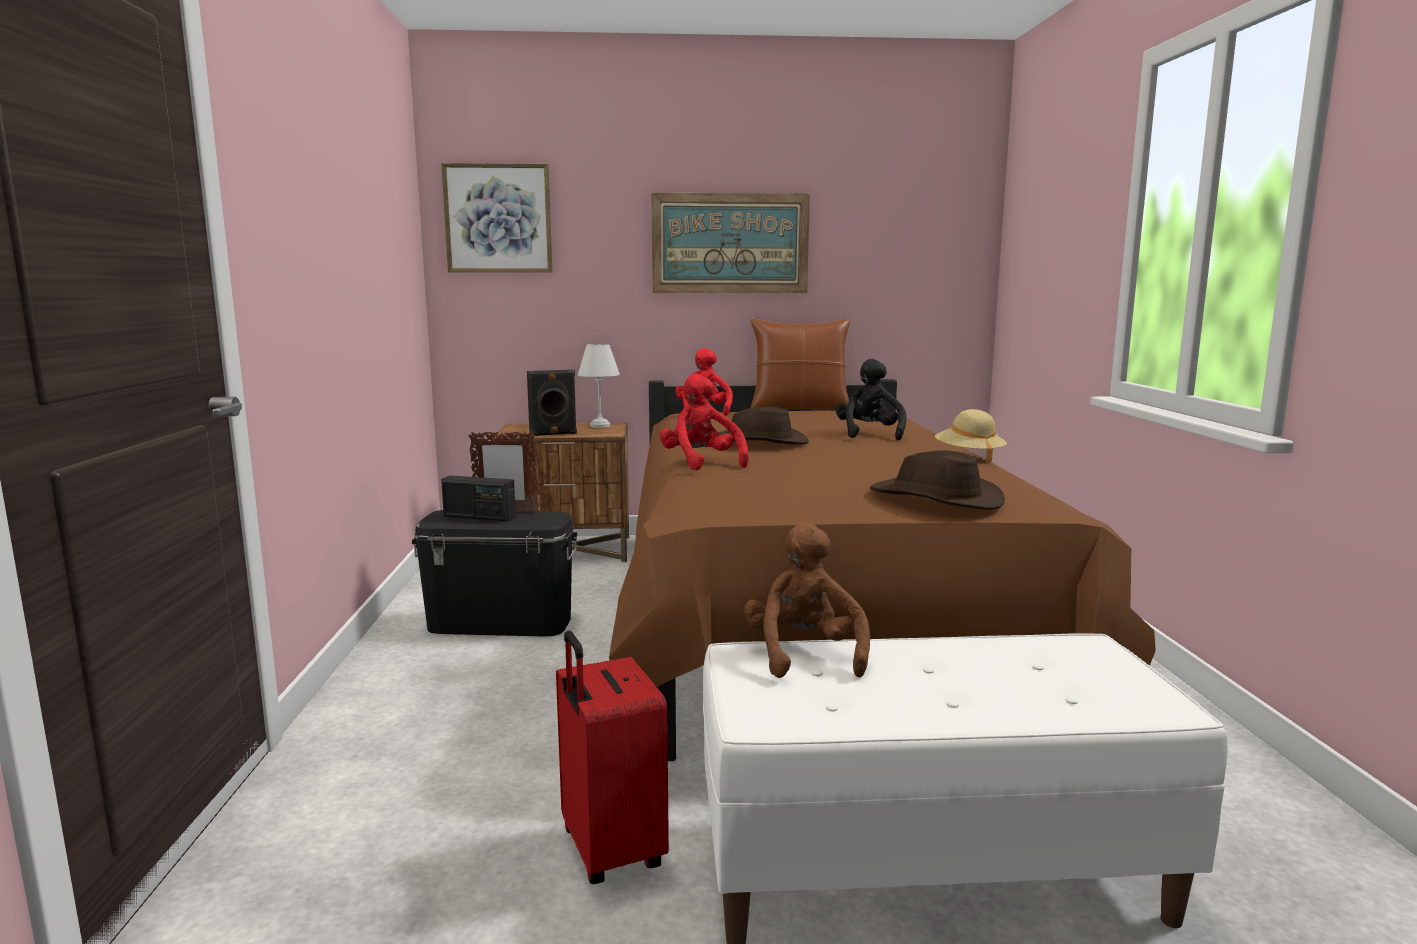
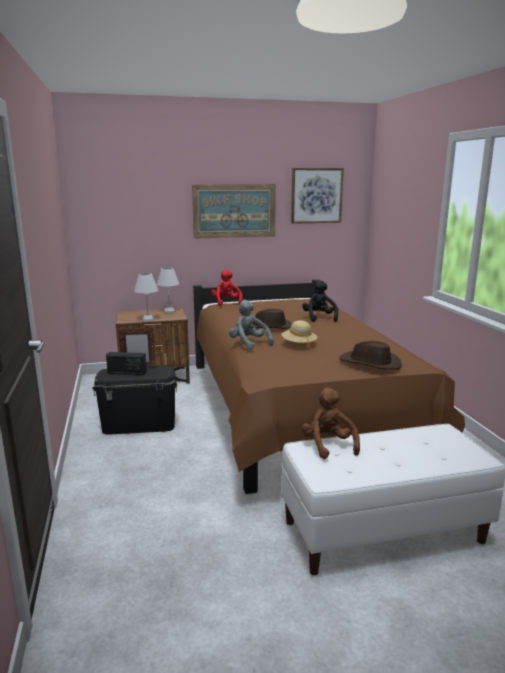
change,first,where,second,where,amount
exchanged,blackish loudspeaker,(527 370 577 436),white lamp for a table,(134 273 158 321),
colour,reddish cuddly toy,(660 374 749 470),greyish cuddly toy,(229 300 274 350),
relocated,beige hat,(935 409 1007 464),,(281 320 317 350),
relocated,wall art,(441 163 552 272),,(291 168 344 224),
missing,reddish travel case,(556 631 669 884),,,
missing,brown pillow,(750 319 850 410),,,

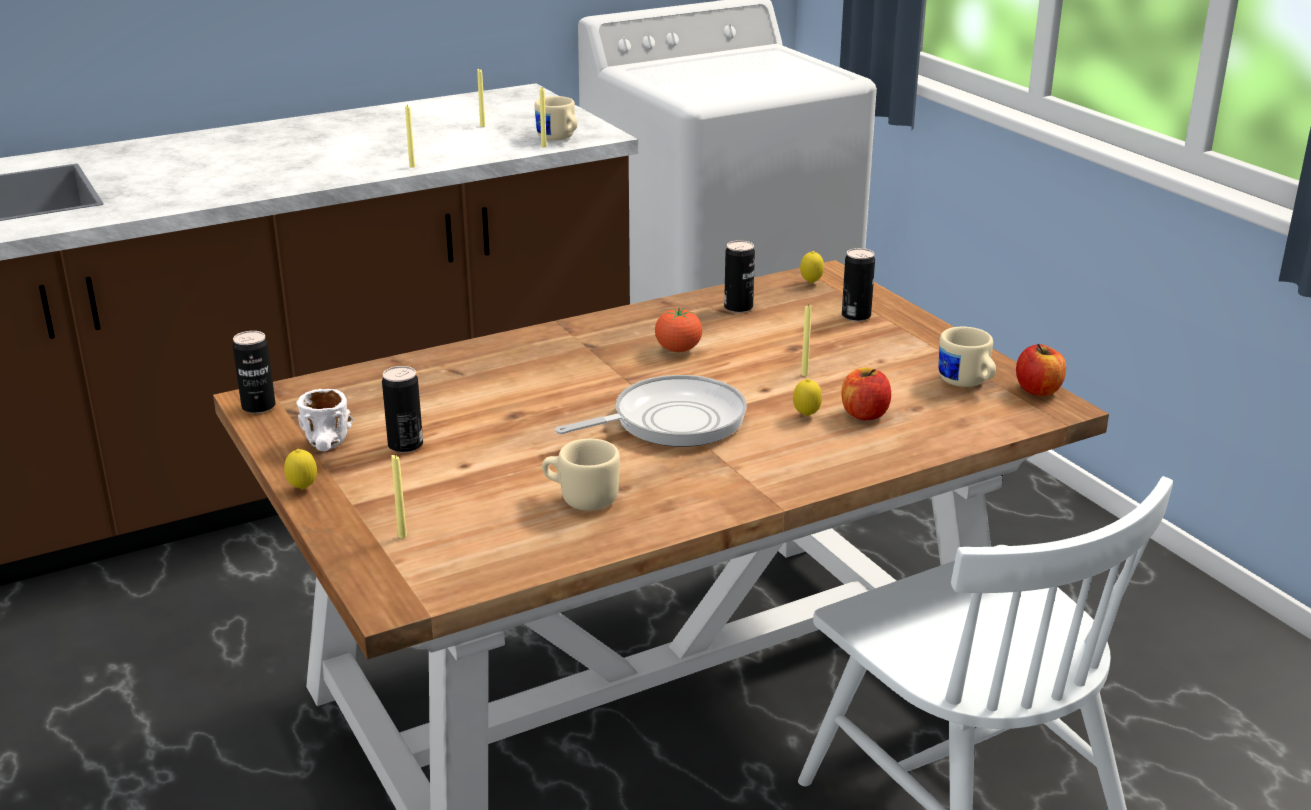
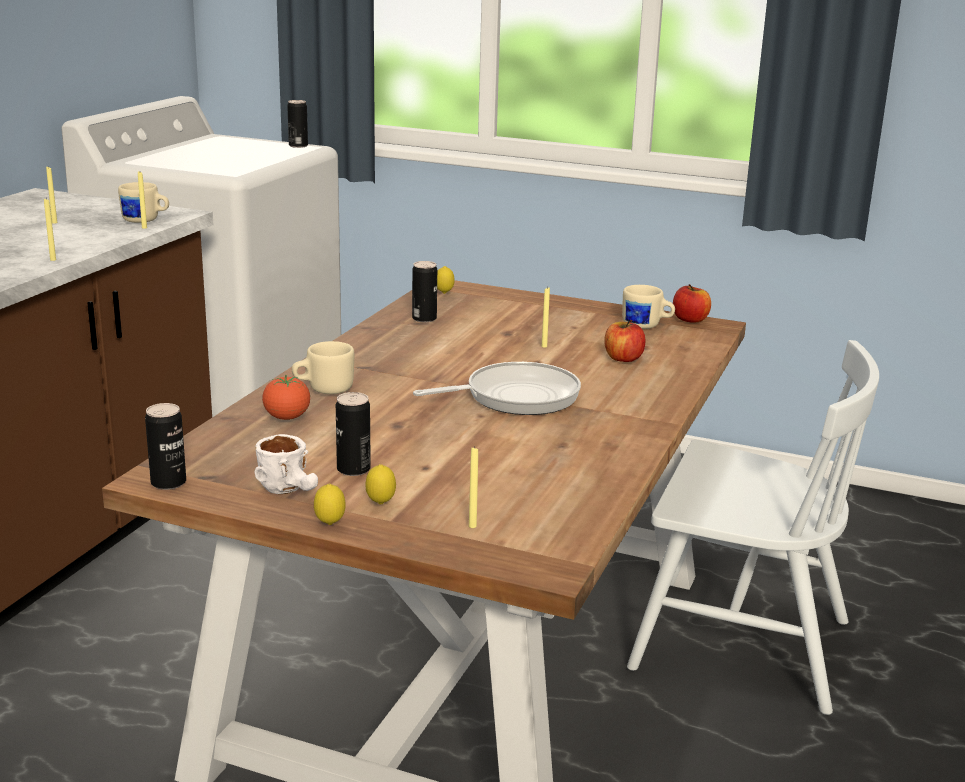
change,first,where,second,where,amount
relocated,fresh tomato,(655 308 702 352),,(262 375 310 420),
relocated,sealed can,(842 248 875 321),,(287 100 308 148),
relocated,beige mug,(542 439 620 511),,(292 341 354 394),
relocated,citrus fruit,(793 379 822 417),,(365 464 396 504),
spun,frying pan,(555 375 747 447),,(413 362 581 415),45 degrees clockwise

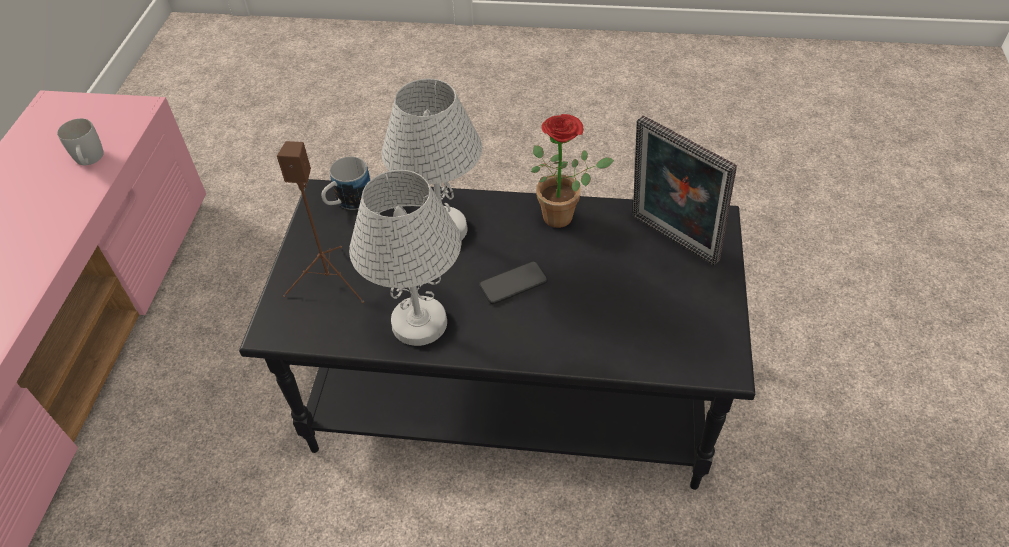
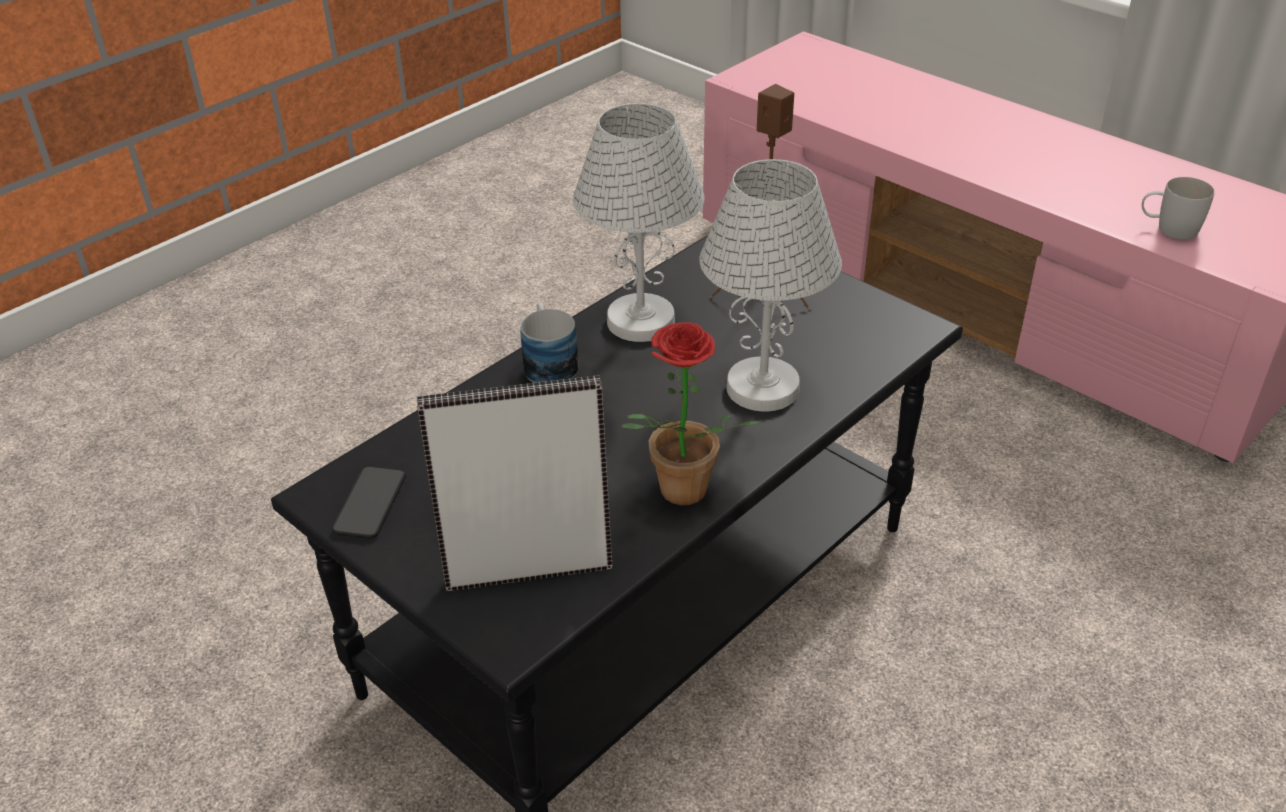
change,first,where,second,where,amount
relocated,handset,(479 261 548 304),,(332 466 406 539),
relocated,mug,(321 156 370 210),,(520 302 578 383),

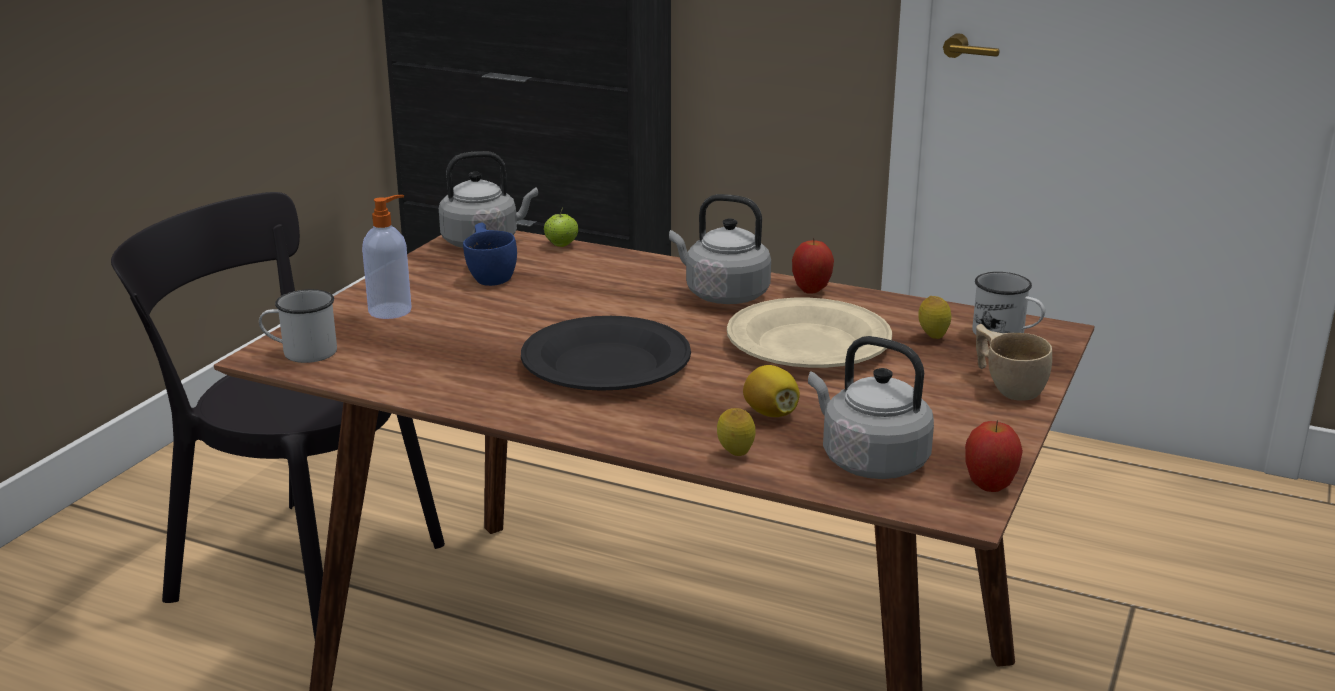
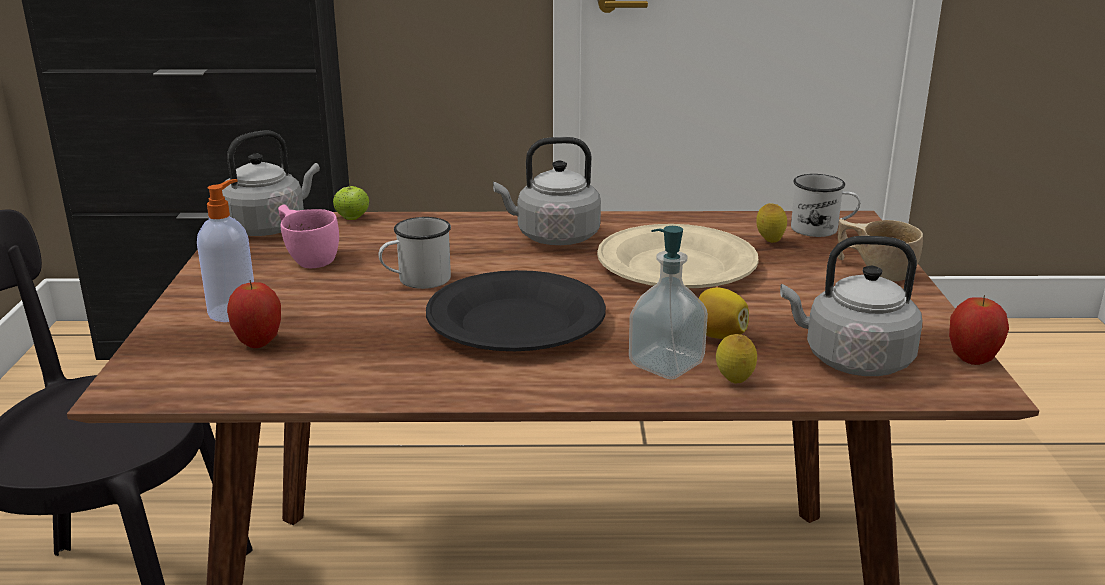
change,first,where,second,where,amount
relocated,apple fruit,(792 238 834 294),,(227 280 281 348),
colour,blue small cup,(463 223 517 286),pink-coloured small cup,(278 204 339 268),
relocated,white mug,(259 289 337 363),,(378 217 451 289),
appeared,,,liquid soap bottle,(629 226 708 379),

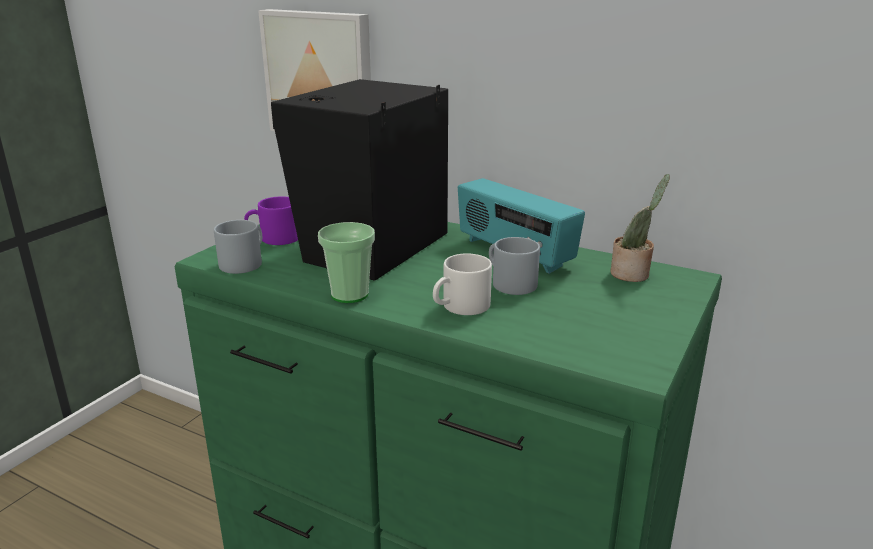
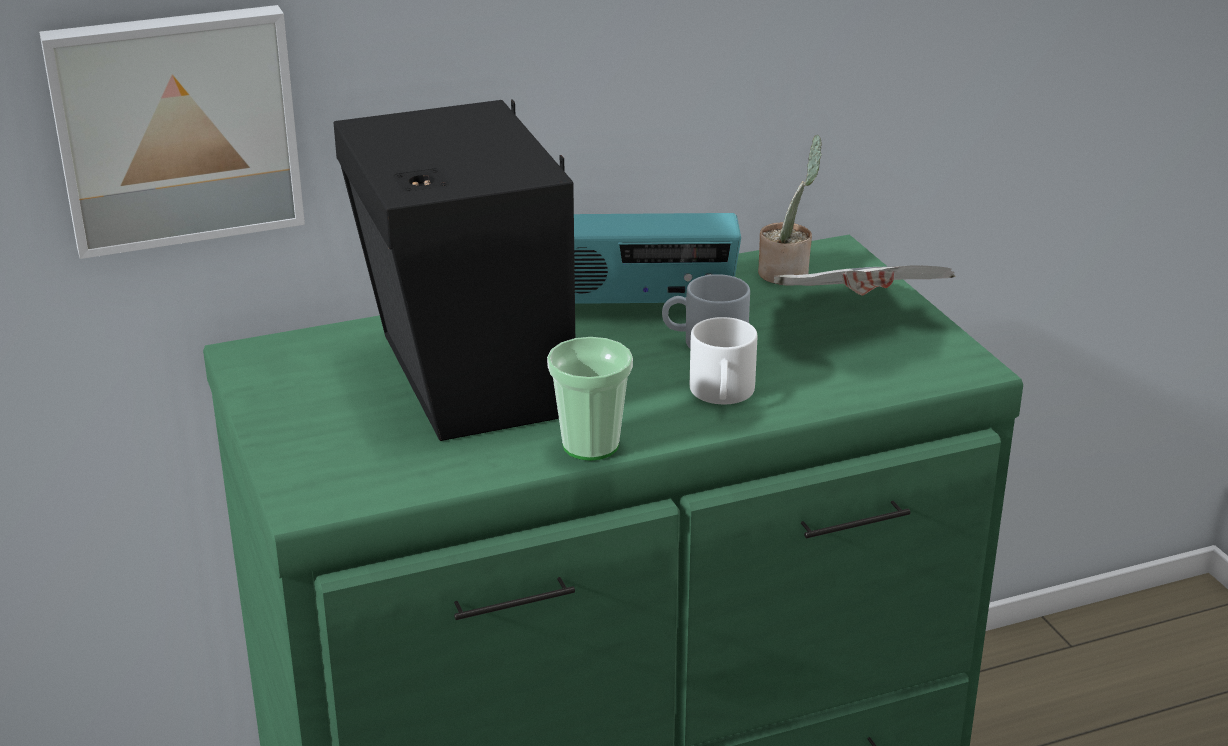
change,first,where,second,where,amount
appeared,,,daily paper,(774 265 956 296),
missing,greyish mug,(214 220 262 274),,,
missing,purplish mug,(244 196 298 245),,,

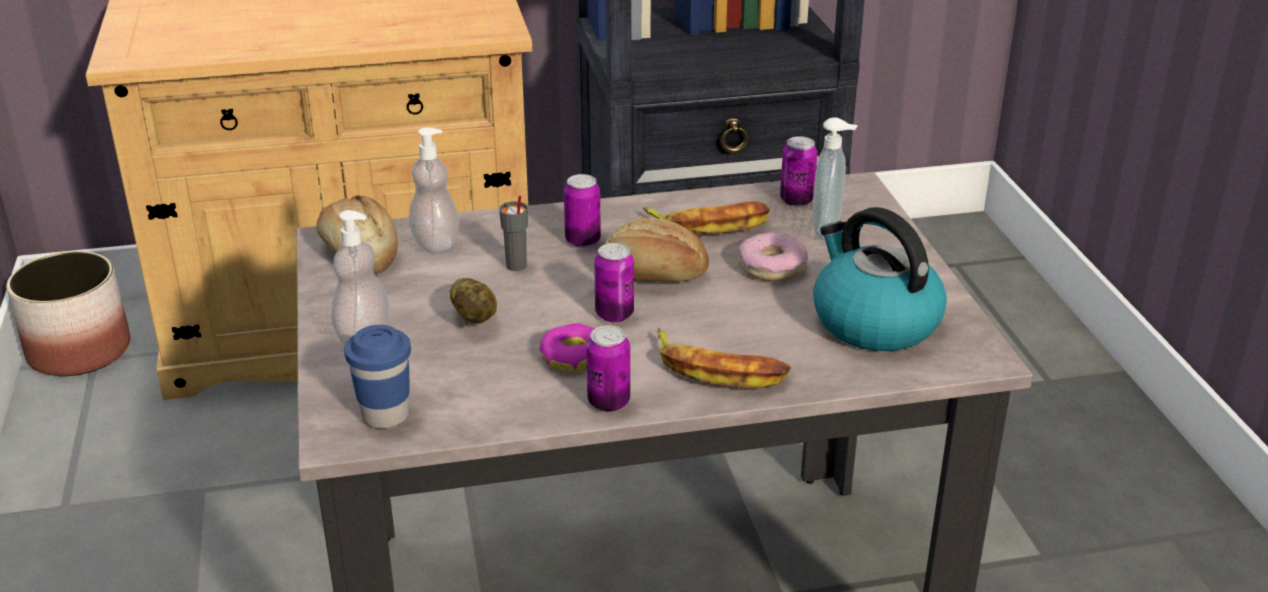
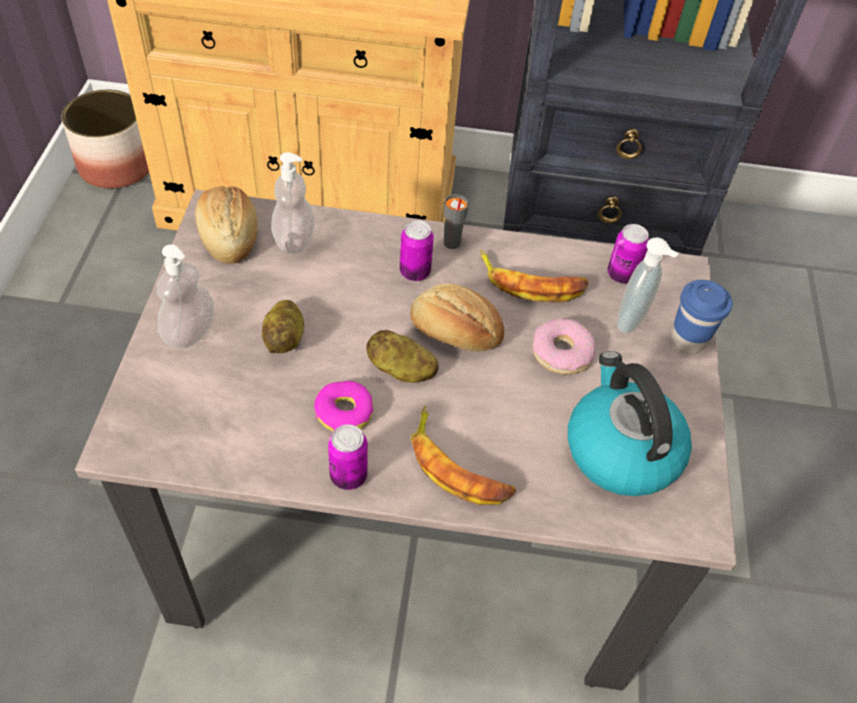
change,first,where,second,where,amount
exchanged,sealed can,(594 243 634 322),spud,(366 330 439 383),
relocated,greyish small cup,(499 196 528 271),,(444 194 469 249),
relocated,blue small cup,(344 325 411 429),,(671 280 733 353),

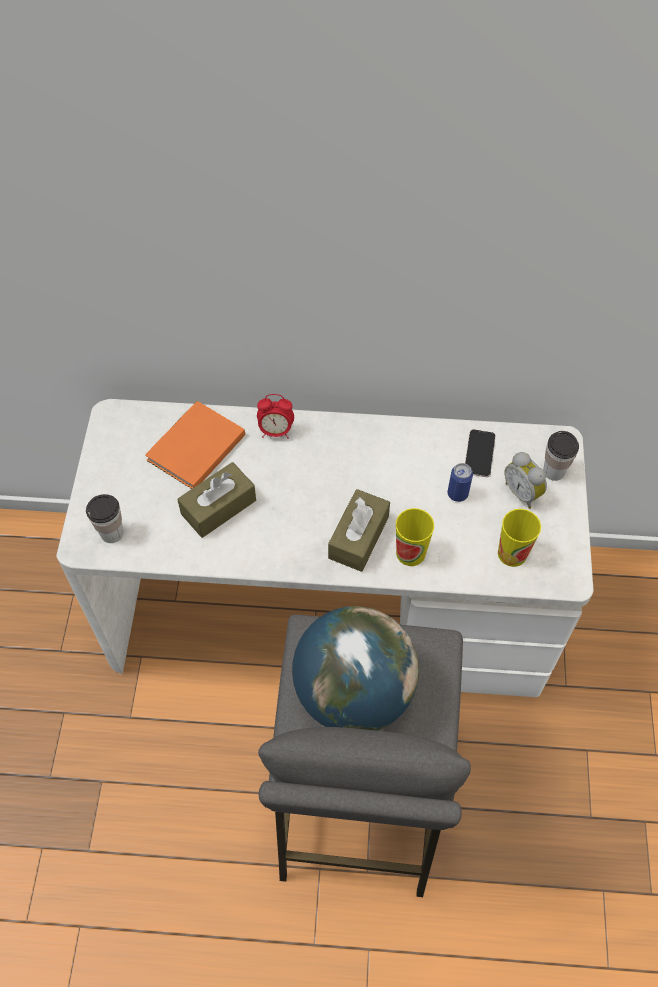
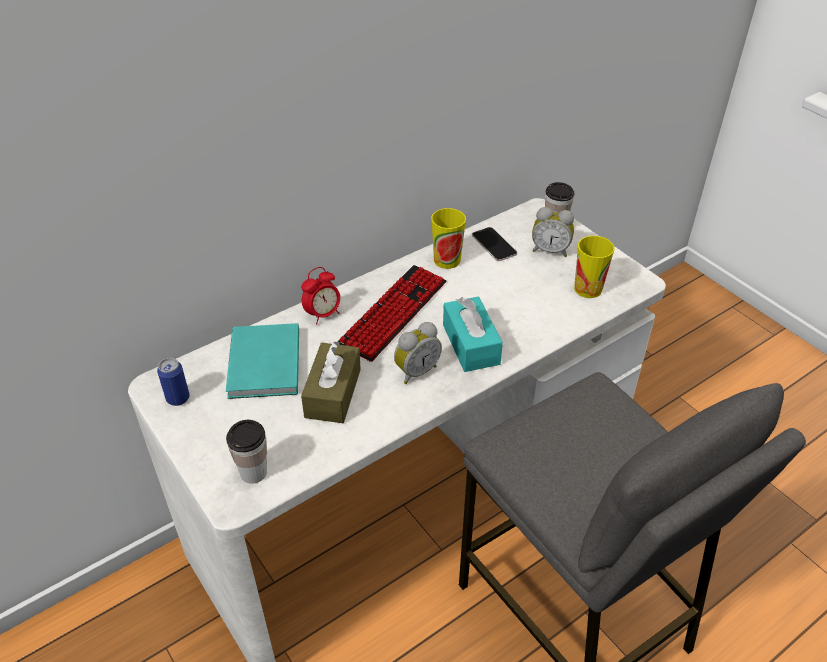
change,first,where,second,where,amount
relocated,sealed can,(448 463 473 502),,(157 358 190 406),
colour,orangey volume,(145 401 245 489),turquoise volume,(226 323 299 399),
appeared,,,keyboard,(337 265 446 362),
appeared,,,table clock,(394 322 442 384),
relocated,small cup,(396 508 434 566),,(431 208 466 269),
colour,brown box of tissues,(328 489 390 572),turquoise box of tissues,(443 296 503 372),
missing,globe,(292 606 419 731),,,

